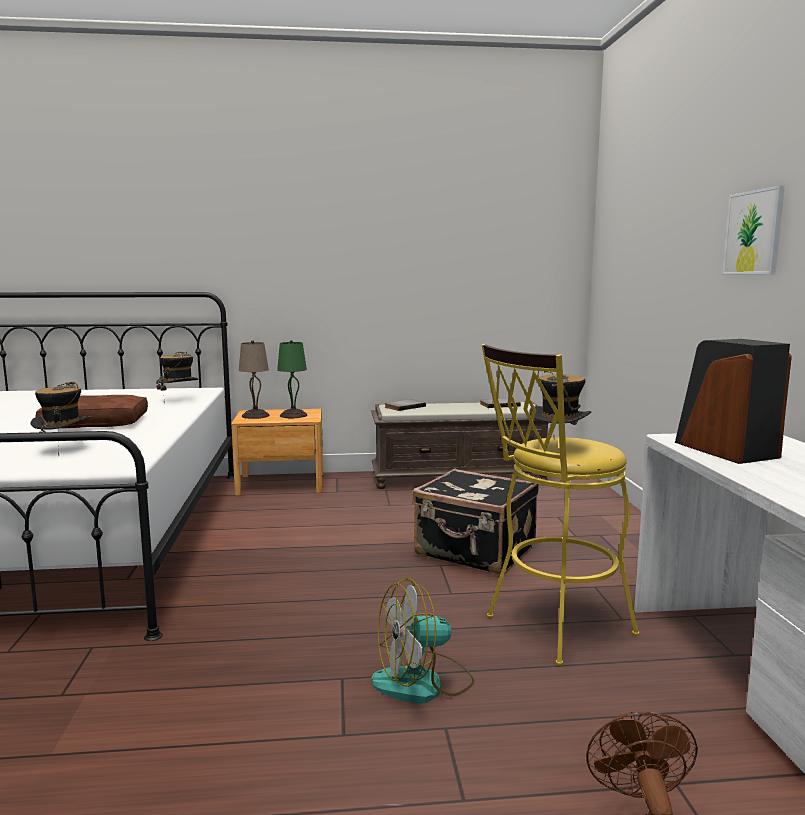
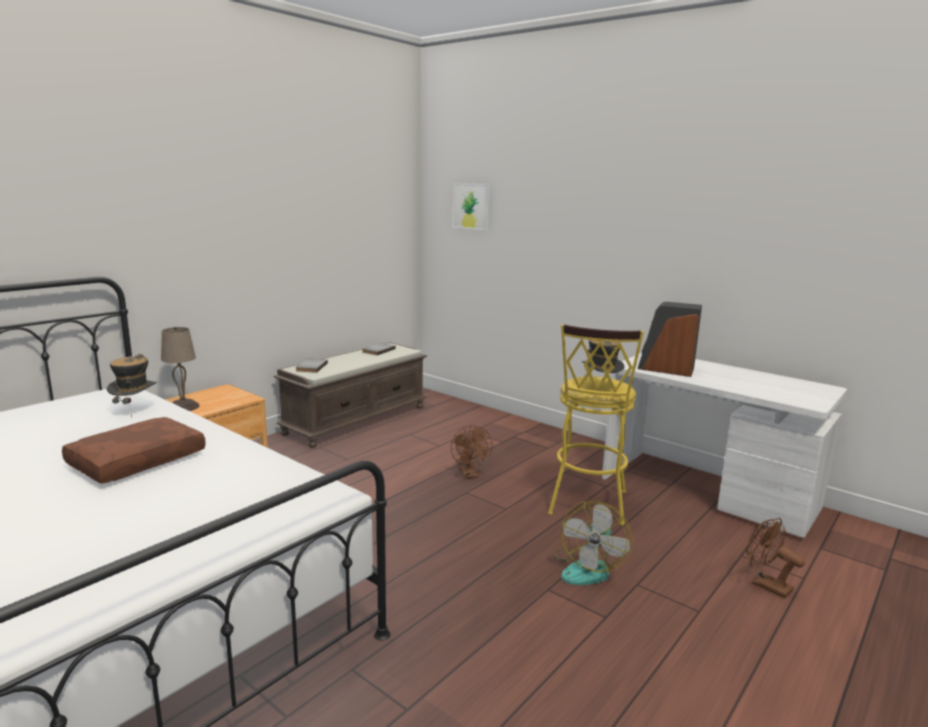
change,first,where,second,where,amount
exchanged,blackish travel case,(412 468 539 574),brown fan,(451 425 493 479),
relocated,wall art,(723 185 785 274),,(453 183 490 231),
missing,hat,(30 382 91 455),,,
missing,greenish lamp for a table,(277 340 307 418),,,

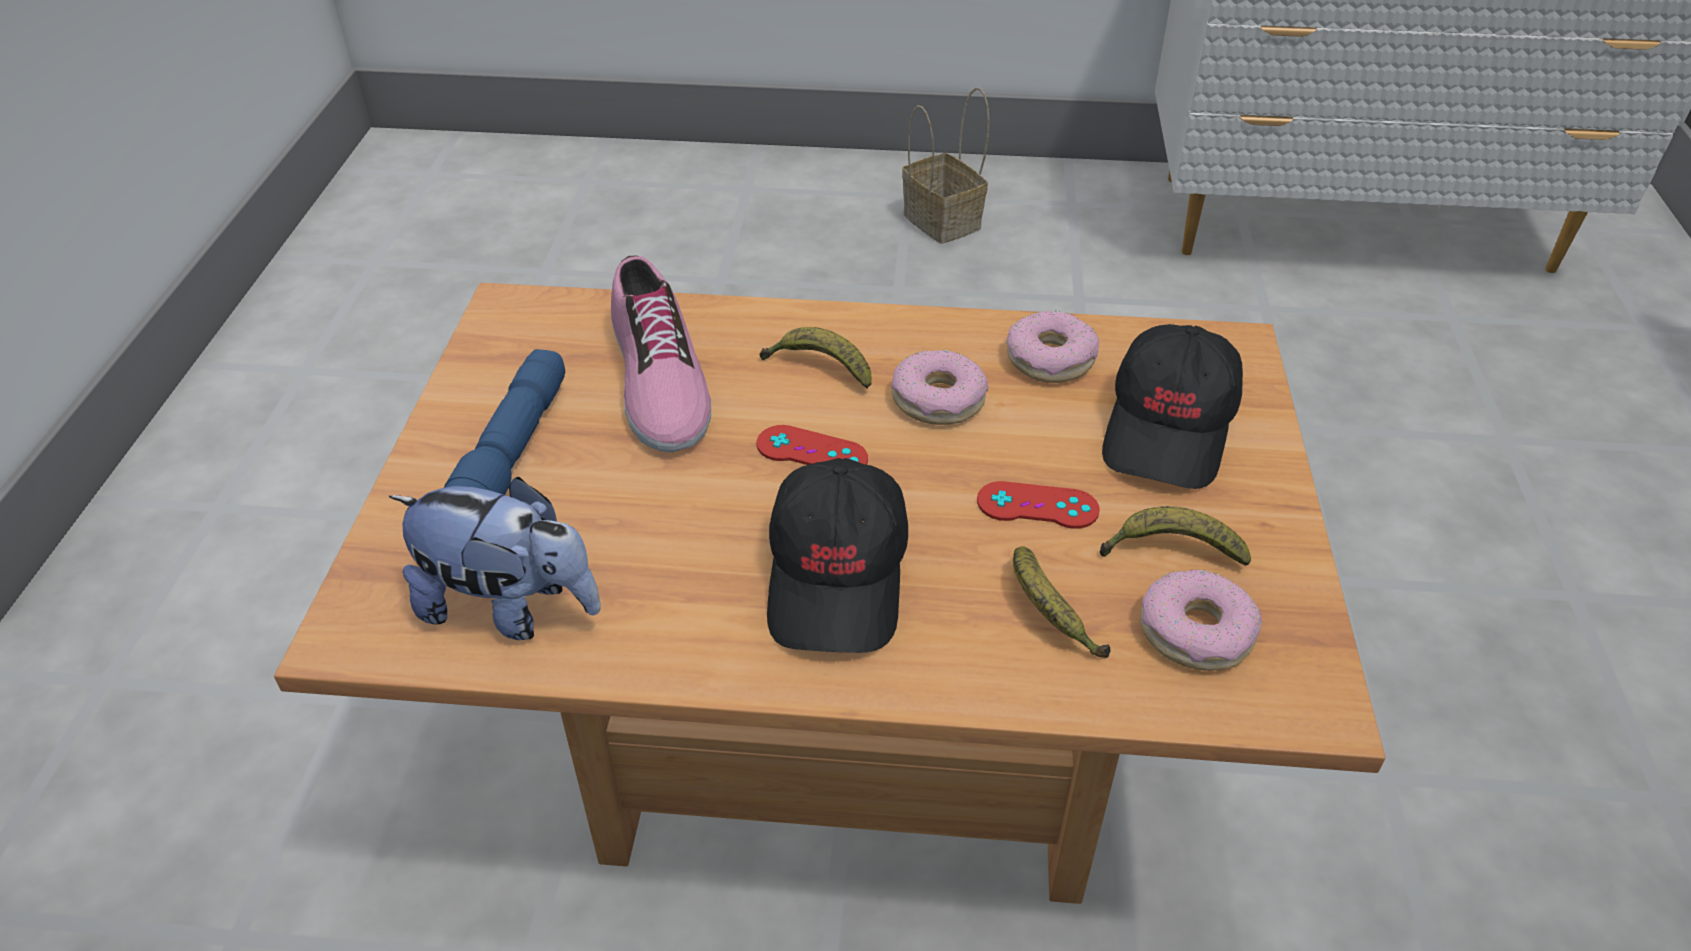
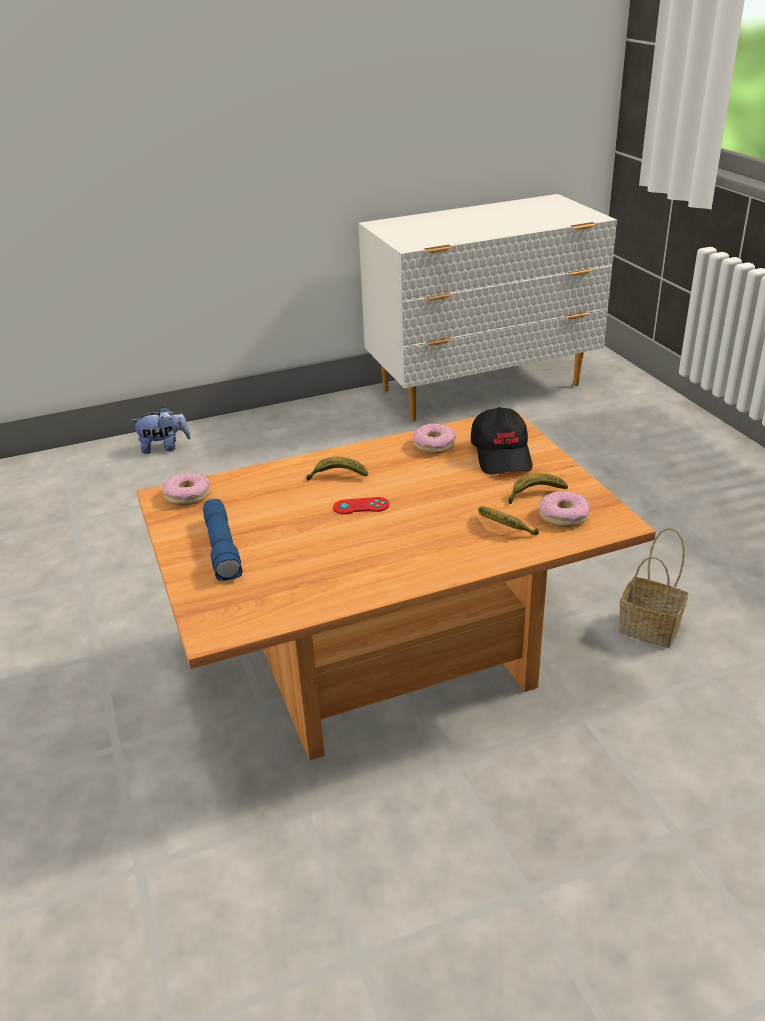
change,first,where,second,where,amount
relocated,cuddly toy,(389 477 601 640),,(130 407 191 454),
relocated,donut,(891 350 989 425),,(162 472 210 505),
relocated,storage basket,(902 87 989 244),,(619 528 688 648),
missing,item of footwear,(611 255 711 453),,,
missing,blackish cap,(767 458 908 653),,,
missing,reddish game controller,(977 481 1100 529),,,

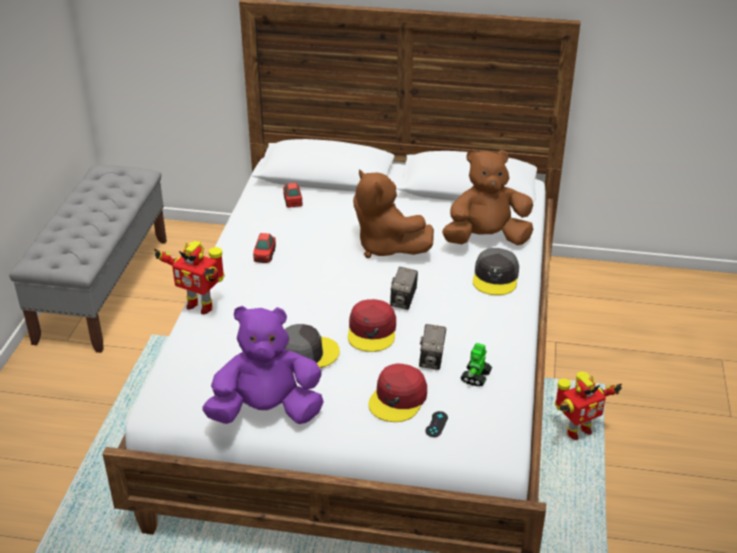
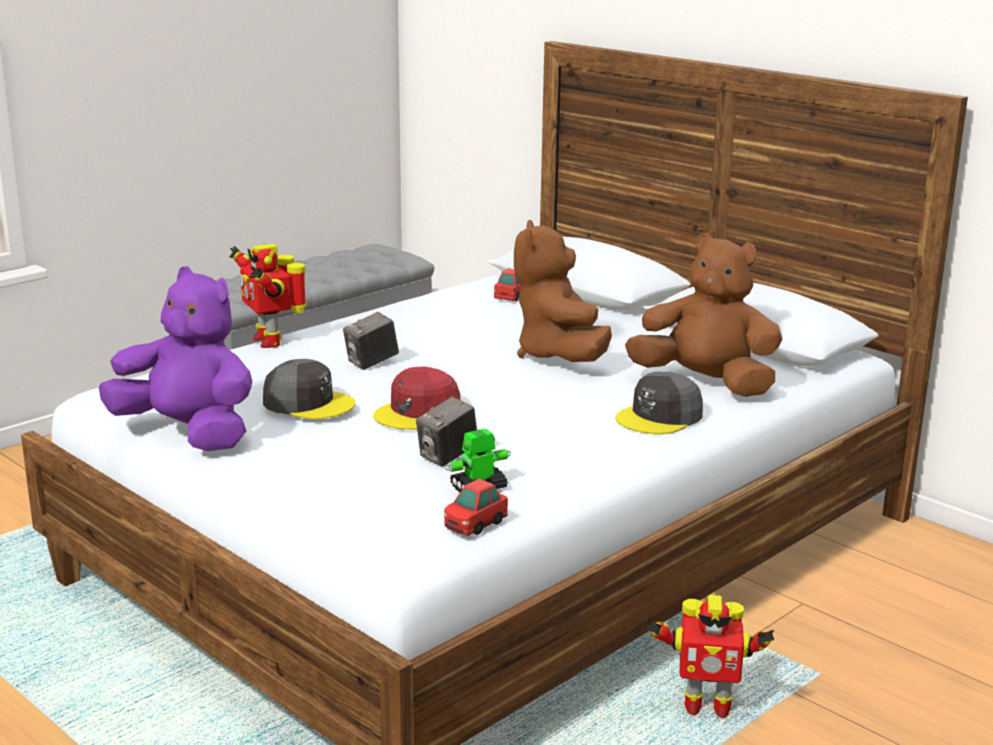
change,first,where,second,where,amount
relocated,still camera,(390 267 418 310),,(343 312 399 370),
relocated,miniature car,(253 233 276 263),,(444 479 508 536),
missing,reddish cap,(368 364 427 422),,,
missing,blackish game controller,(425 411 448 437),,,

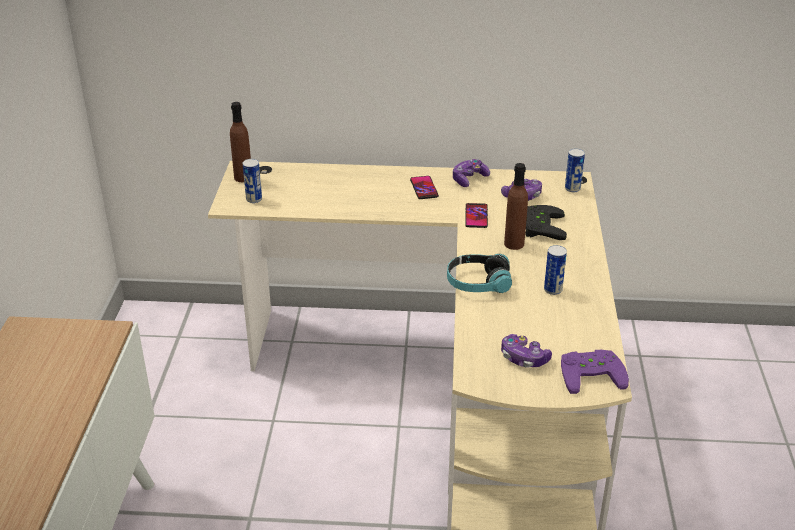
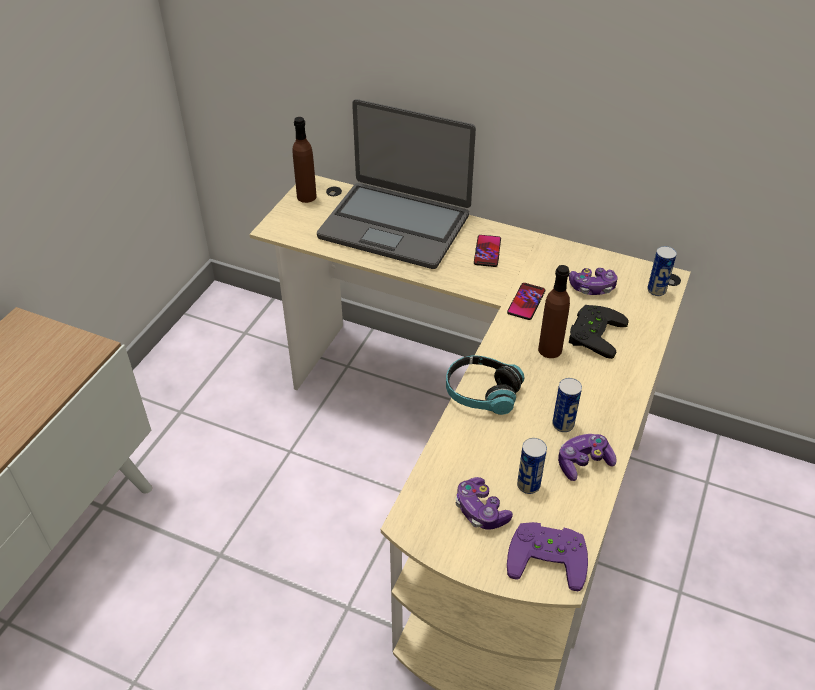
change,first,where,second,where,amount
appeared,,,portable computer,(317 99 476 269),
relocated,sealed can,(242 159 262 203),,(517 438 547 494),
relocated,game controller,(453 159 490 187),,(558 434 617 481),

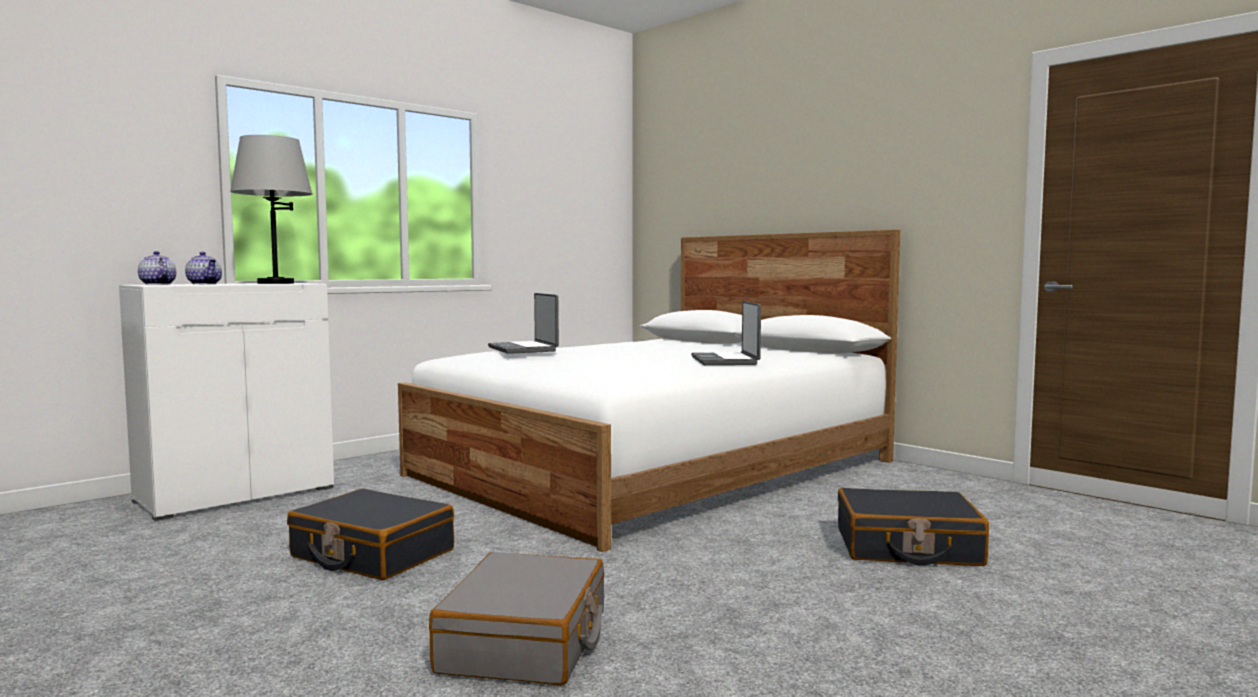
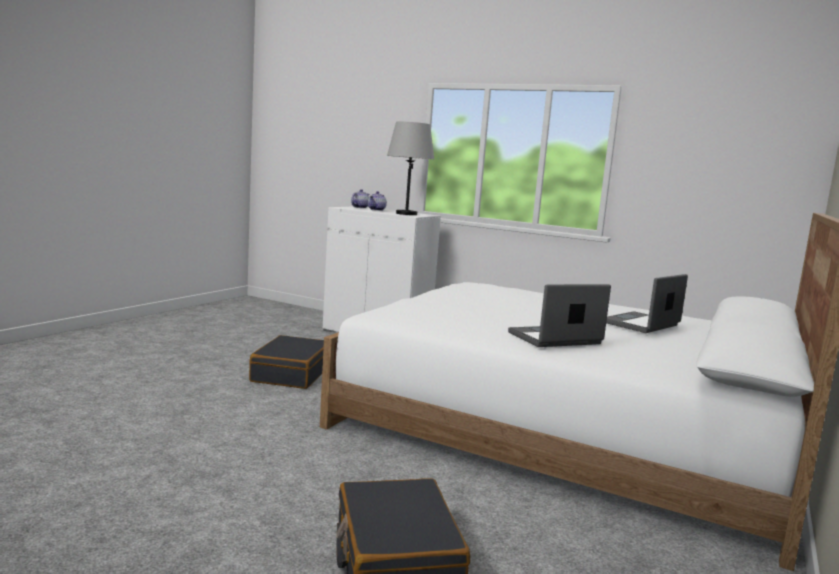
change,first,where,second,where,amount
relocated,portable computer,(488 293 559 354),,(606 274 688 333),
missing,greyish travel case,(429 552 604 686),,,

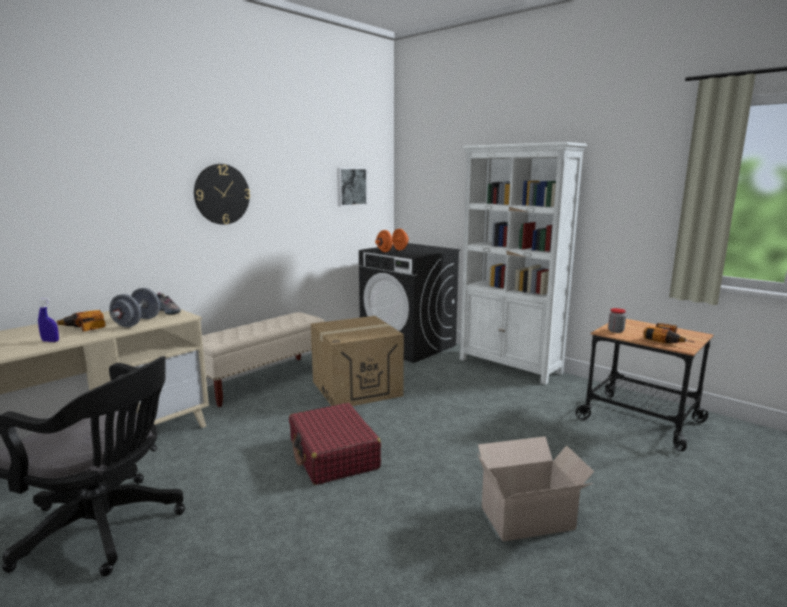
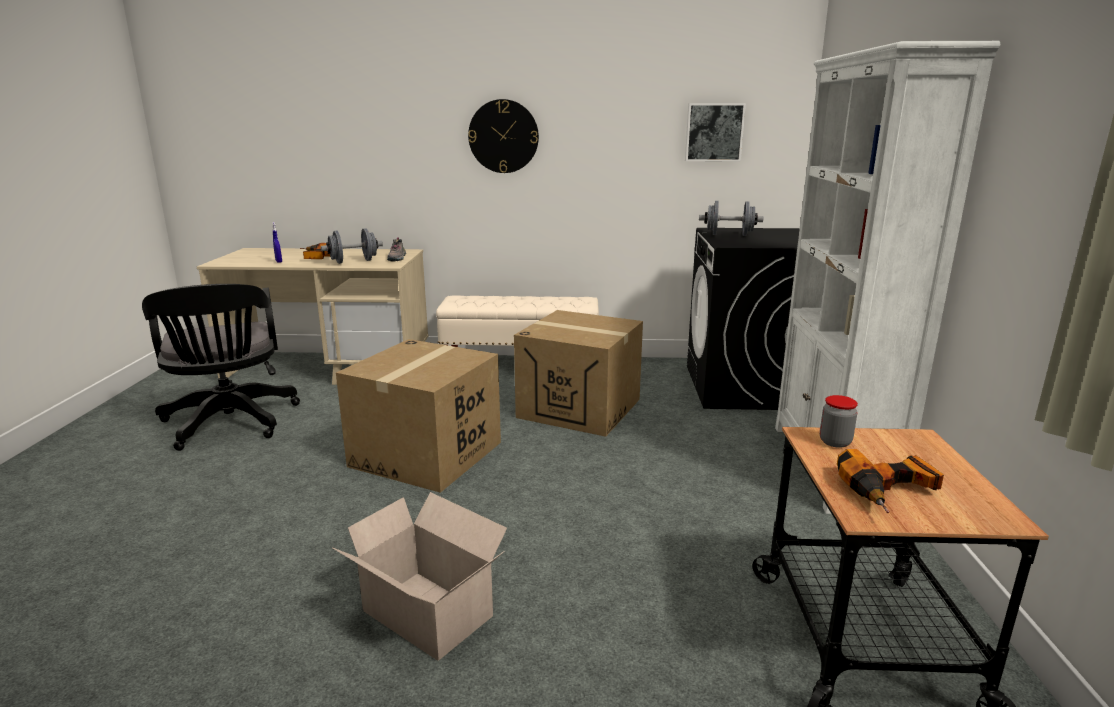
change,first,where,second,where,amount
exchanged,reddish travel case,(289 403 381 485),packing box,(336 339 501 493),
colour,orangey dumbbell,(375 229 409 252),greyish dumbbell,(699 201 763 236),

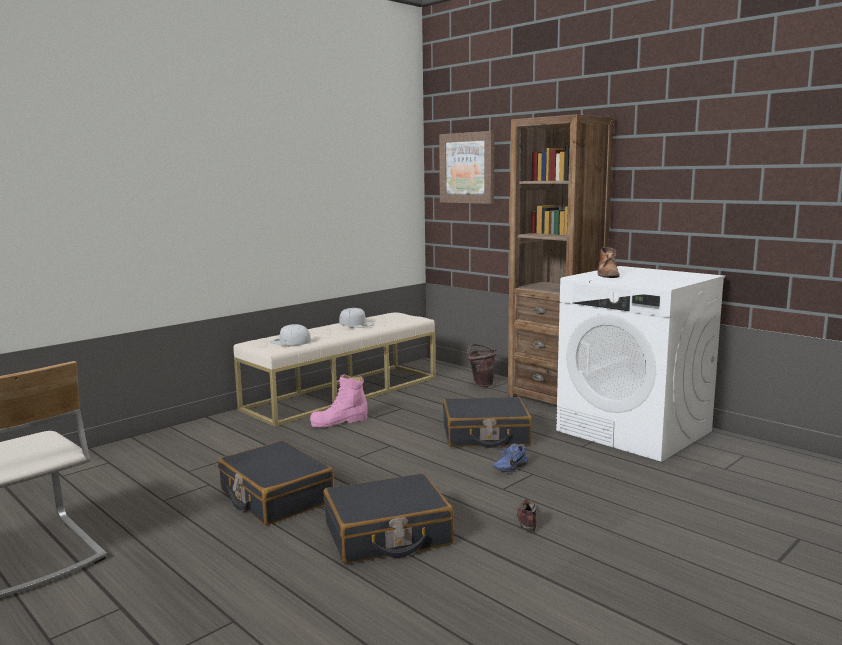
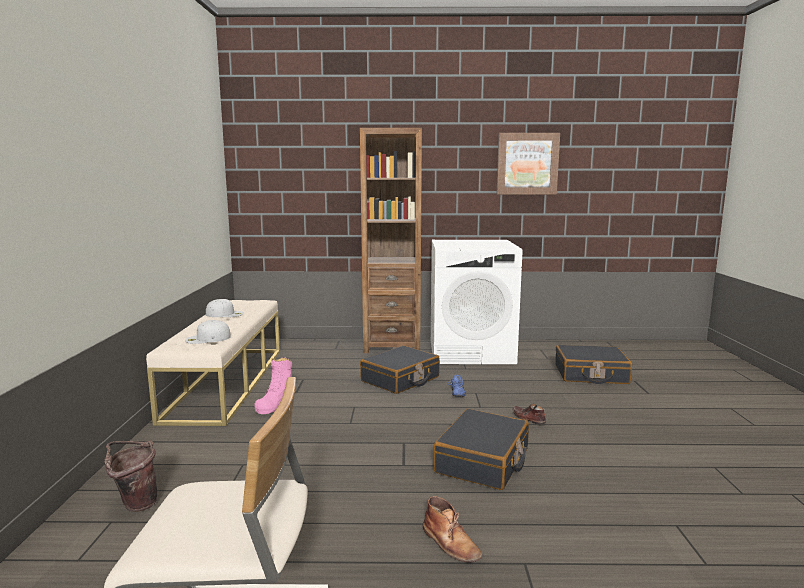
change,first,where,second,where,amount
relocated,brown water bucket,(467 344 497 387),,(104 441 157 512),
relocated,brown tall boot,(597 247 620 278),,(423 496 482 562),
relocated,wall art,(439 131 495 204),,(497 133 560 195),
relocated,blackish travel case,(218 440 334 525),,(555 345 632 384),

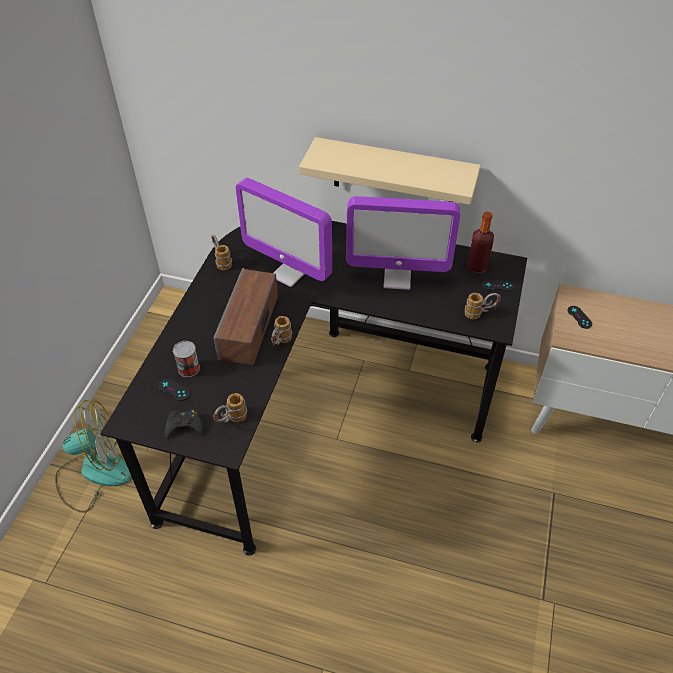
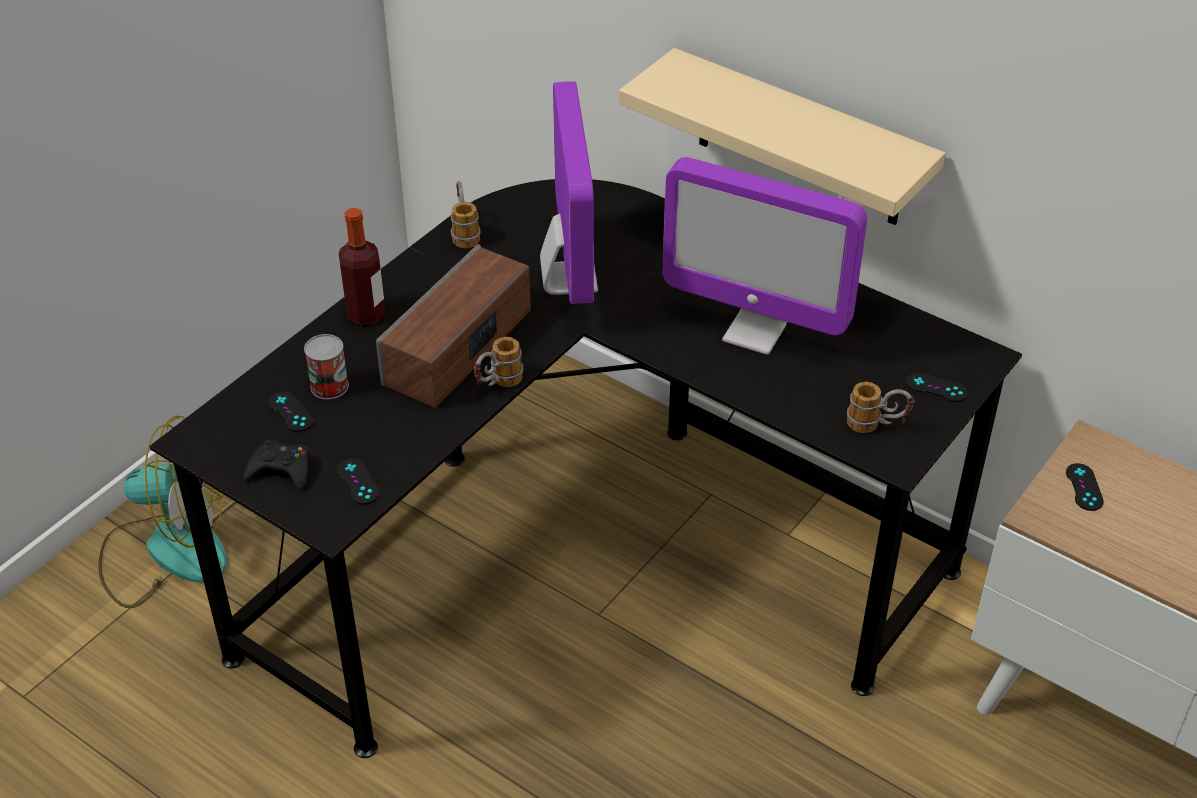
change,first,where,second,where,amount
exchanged,mug,(213 393 247 423),blackish game controller,(337 458 380 505),
relocated,drink bottle,(467 212 494 273),,(339 208 386 325),
spun,monitor,(236 178 332 287),,(540 81 598 304),150 degrees counterclockwise

